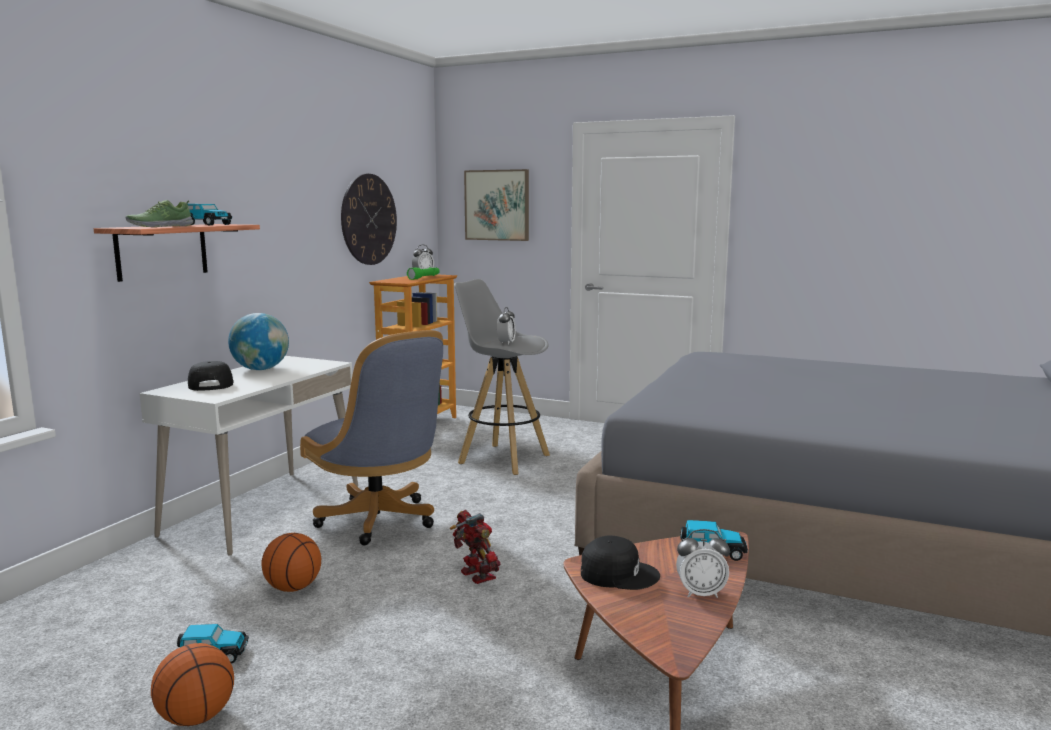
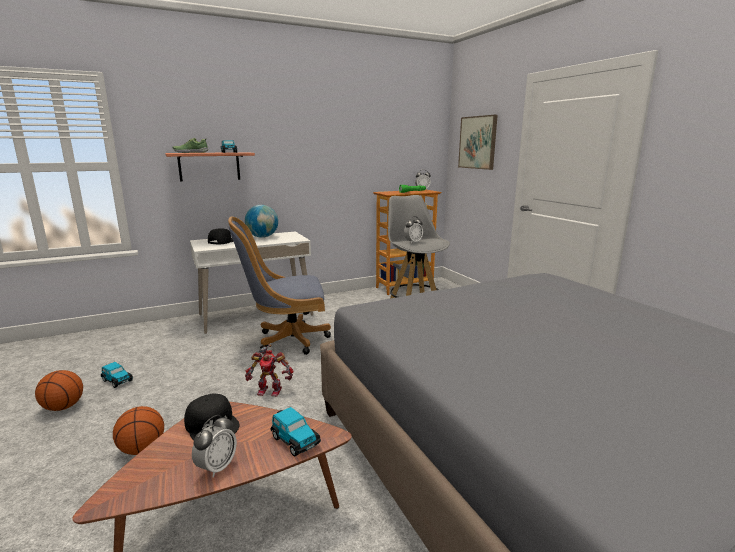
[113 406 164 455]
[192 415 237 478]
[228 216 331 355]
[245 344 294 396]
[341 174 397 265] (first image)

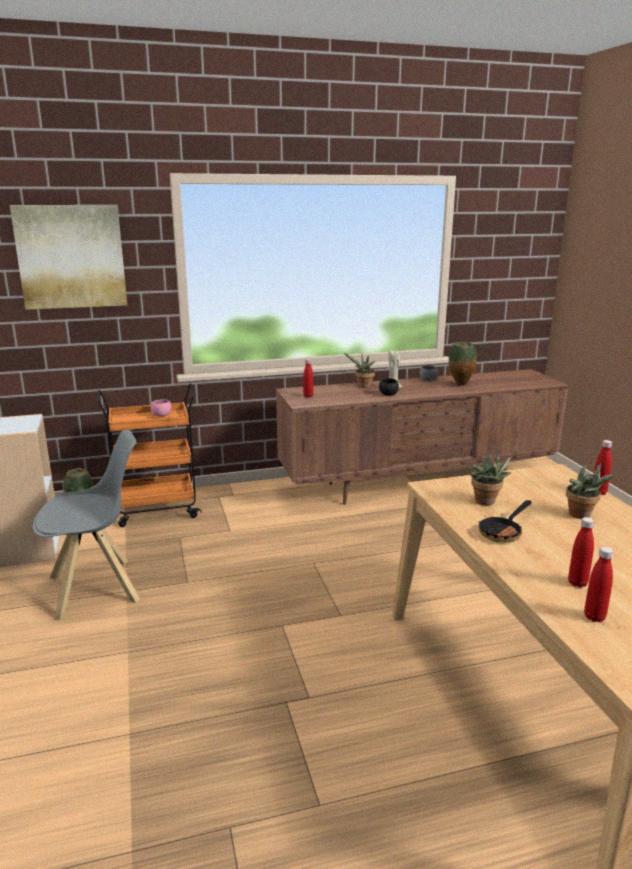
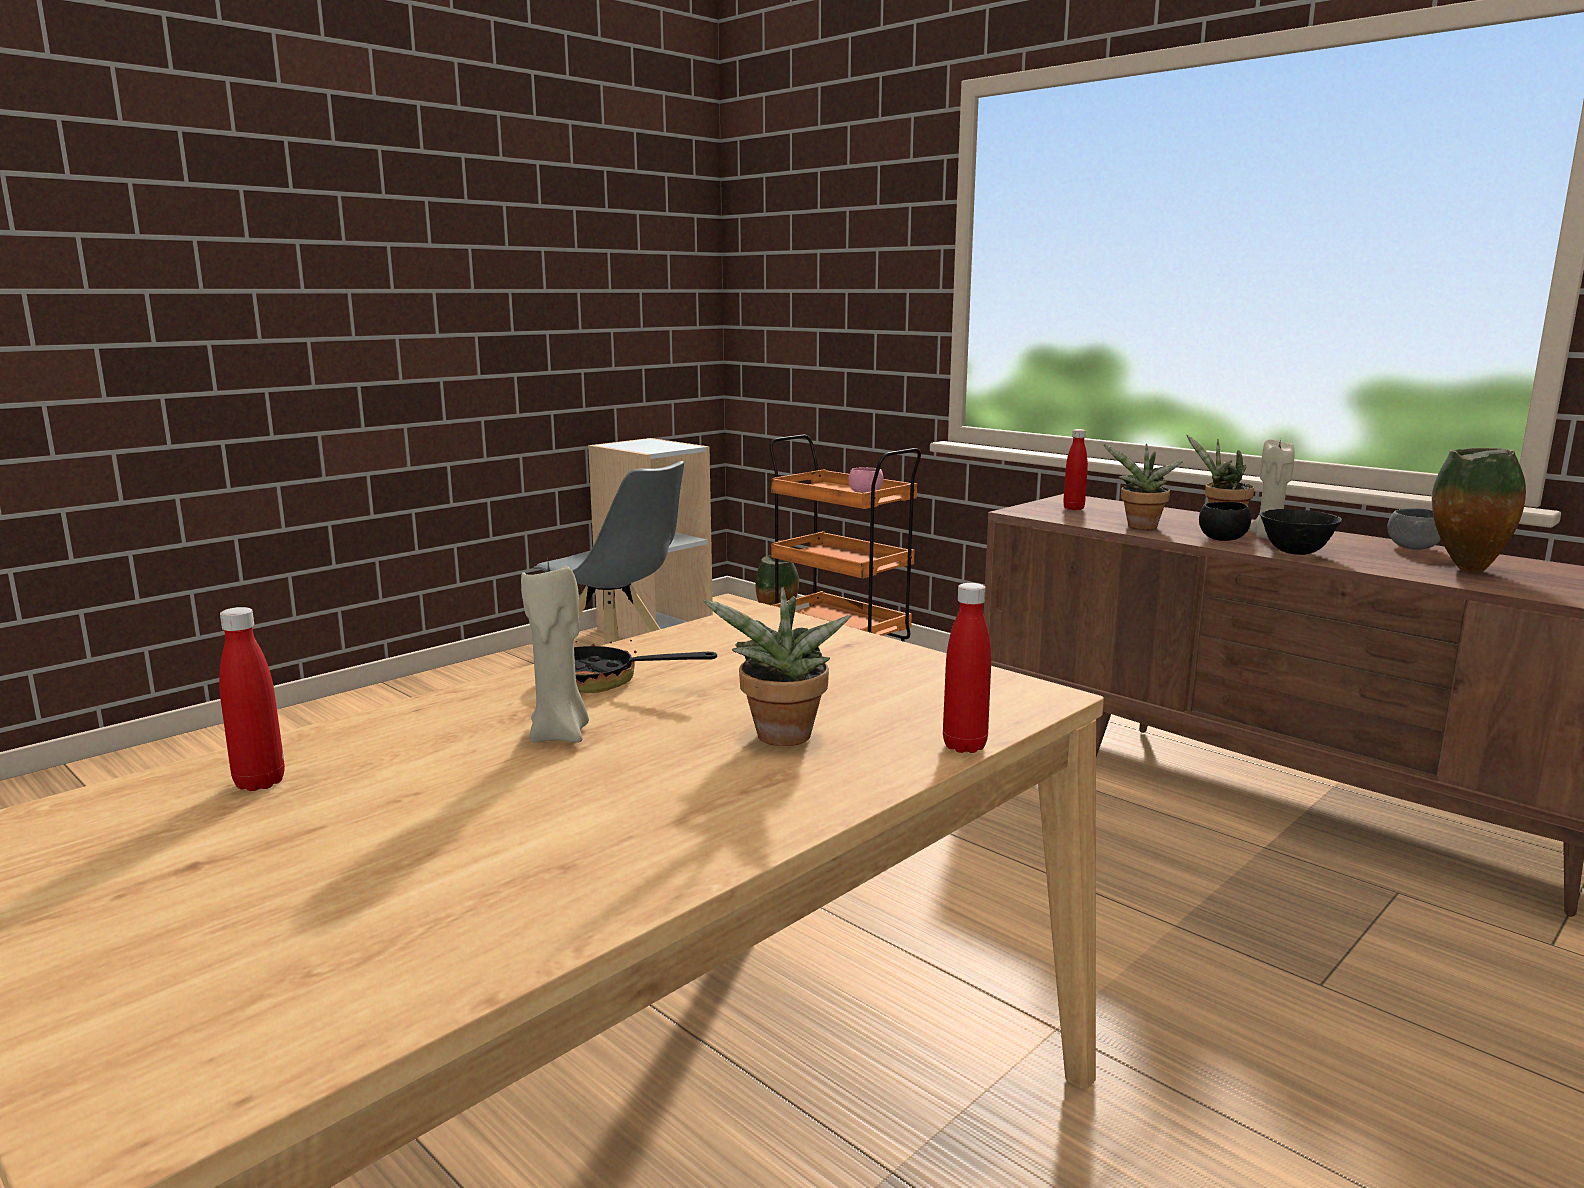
[521 562 589 743]
[1103 444 1182 529]
[1260 509 1342 555]
[10 205 127 310] (first image)
[568 517 594 588] (first image)

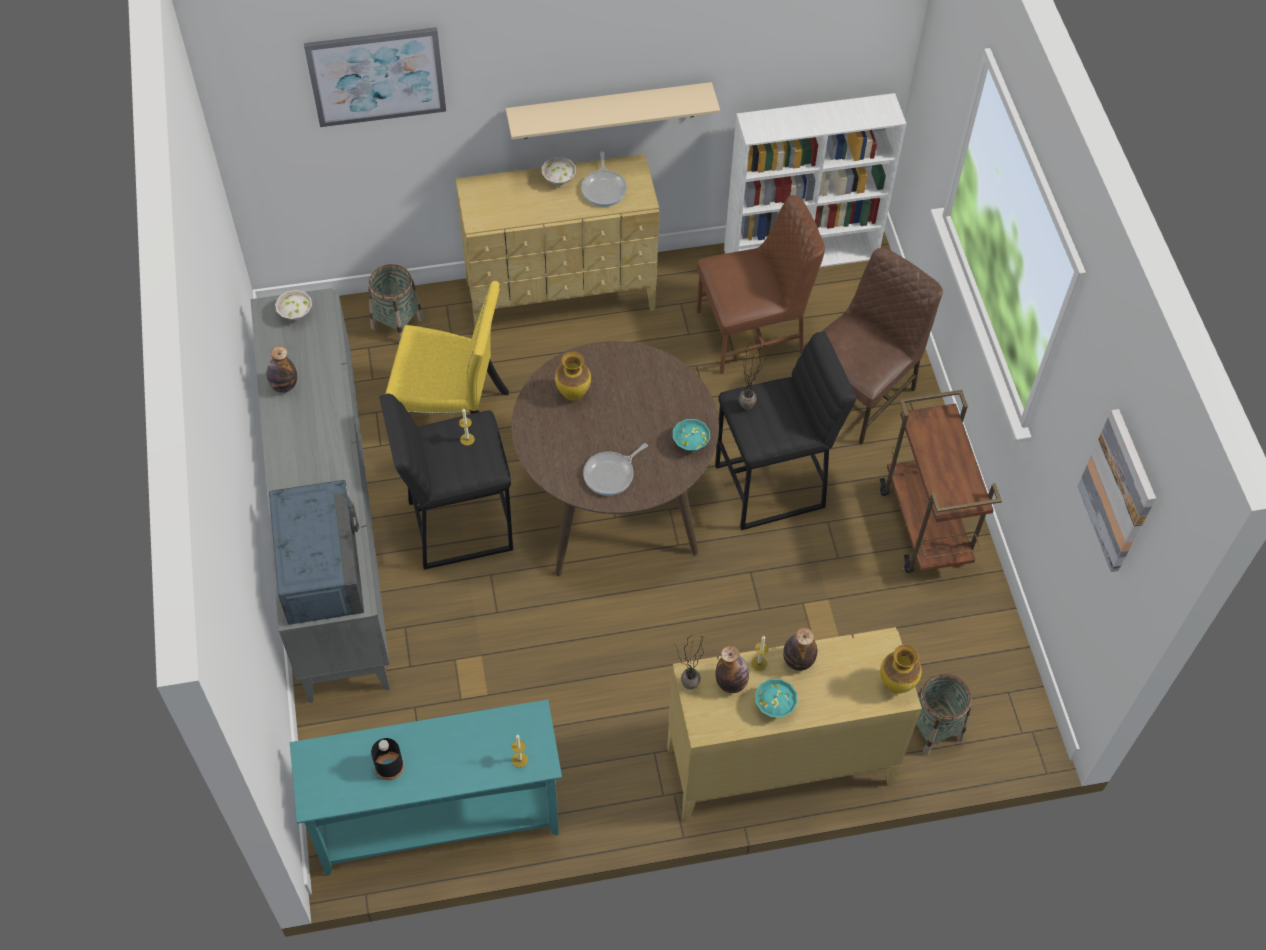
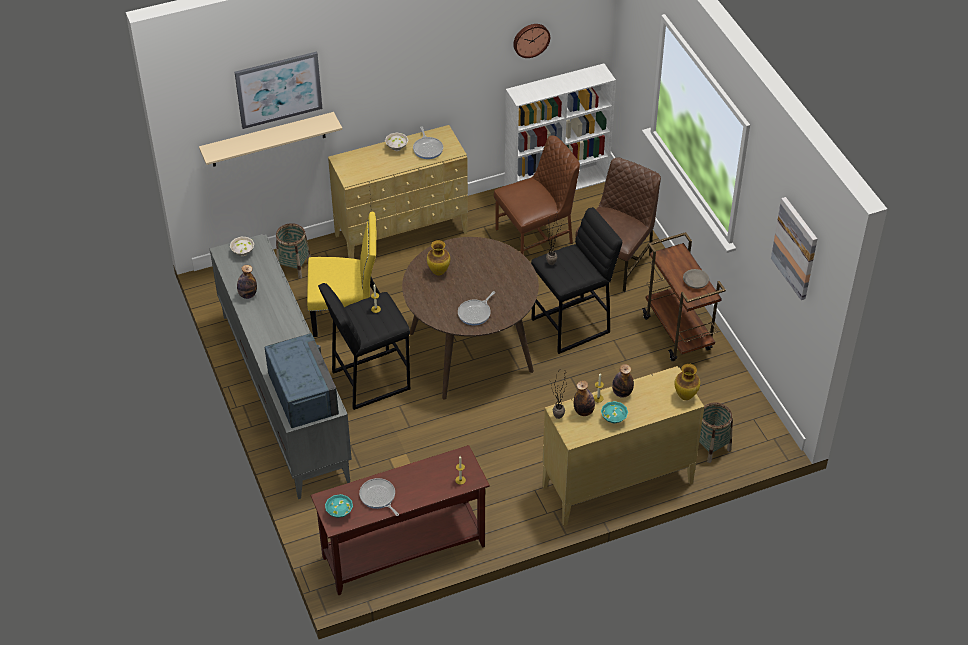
[199 112 342 167]
[311 445 490 595]
[325 494 353 518]
[359 478 399 516]
[513 24 550 58]
[683 269 709 289]

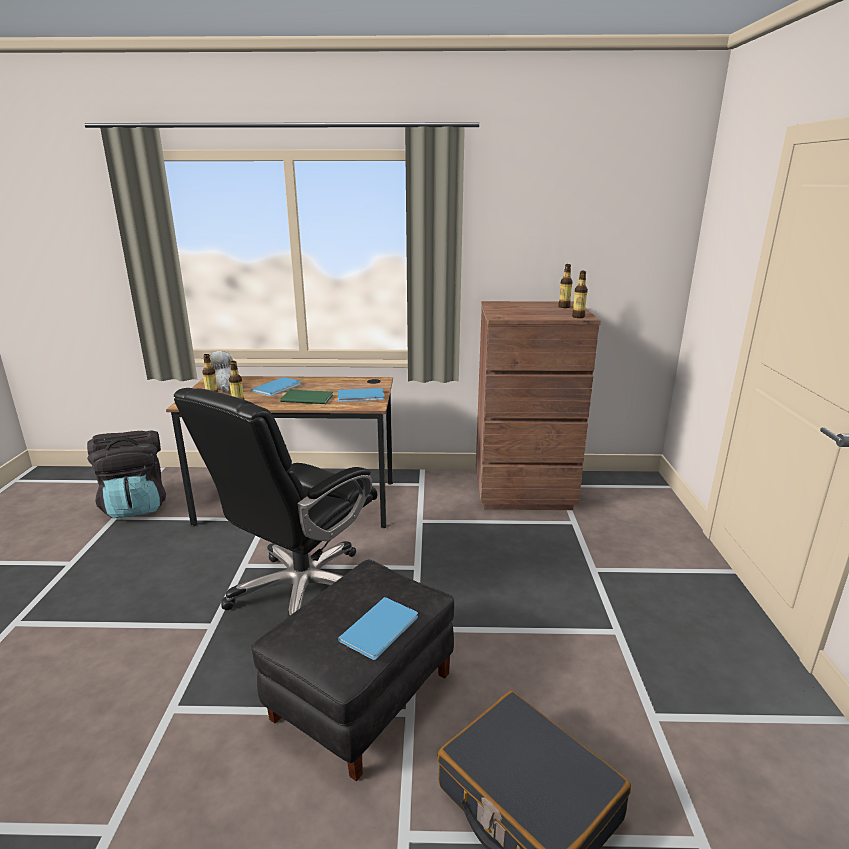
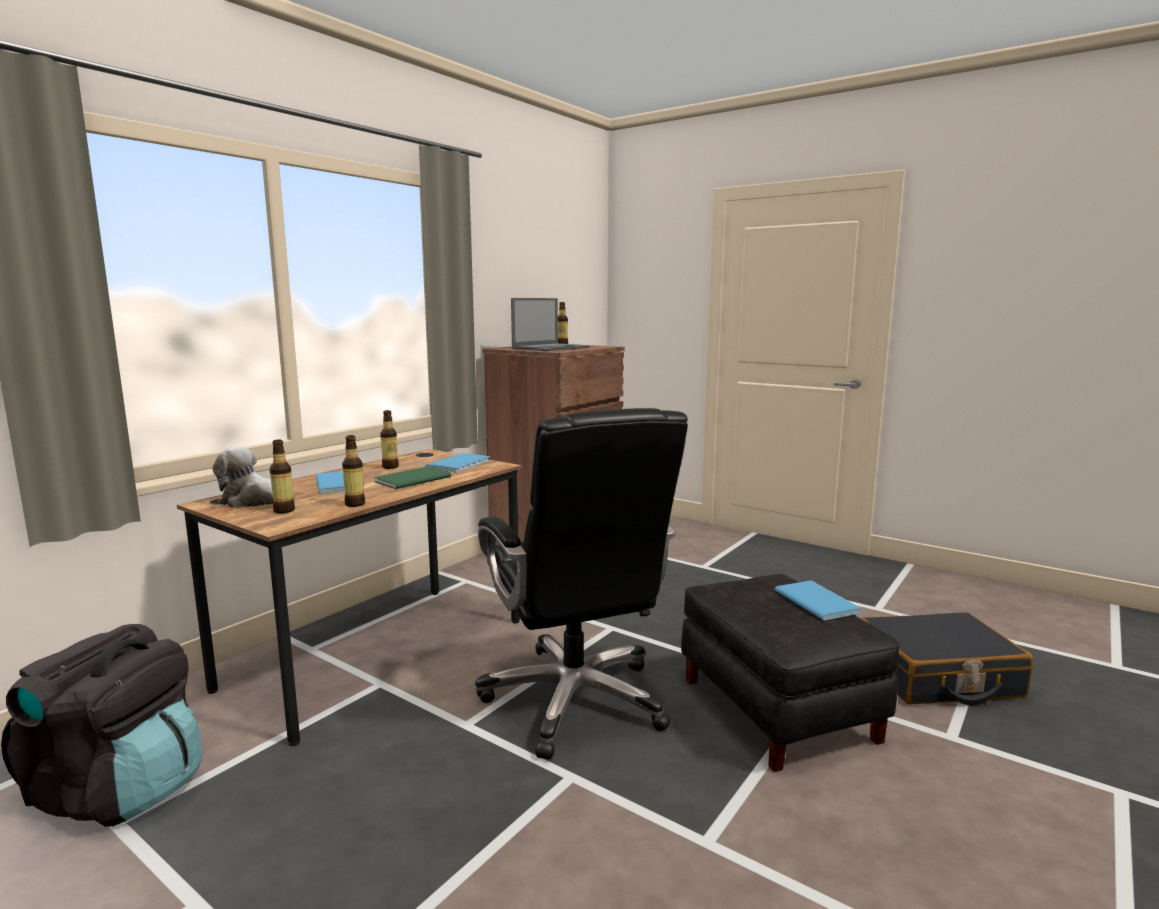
[380 410 399 469]
[511 298 590 351]

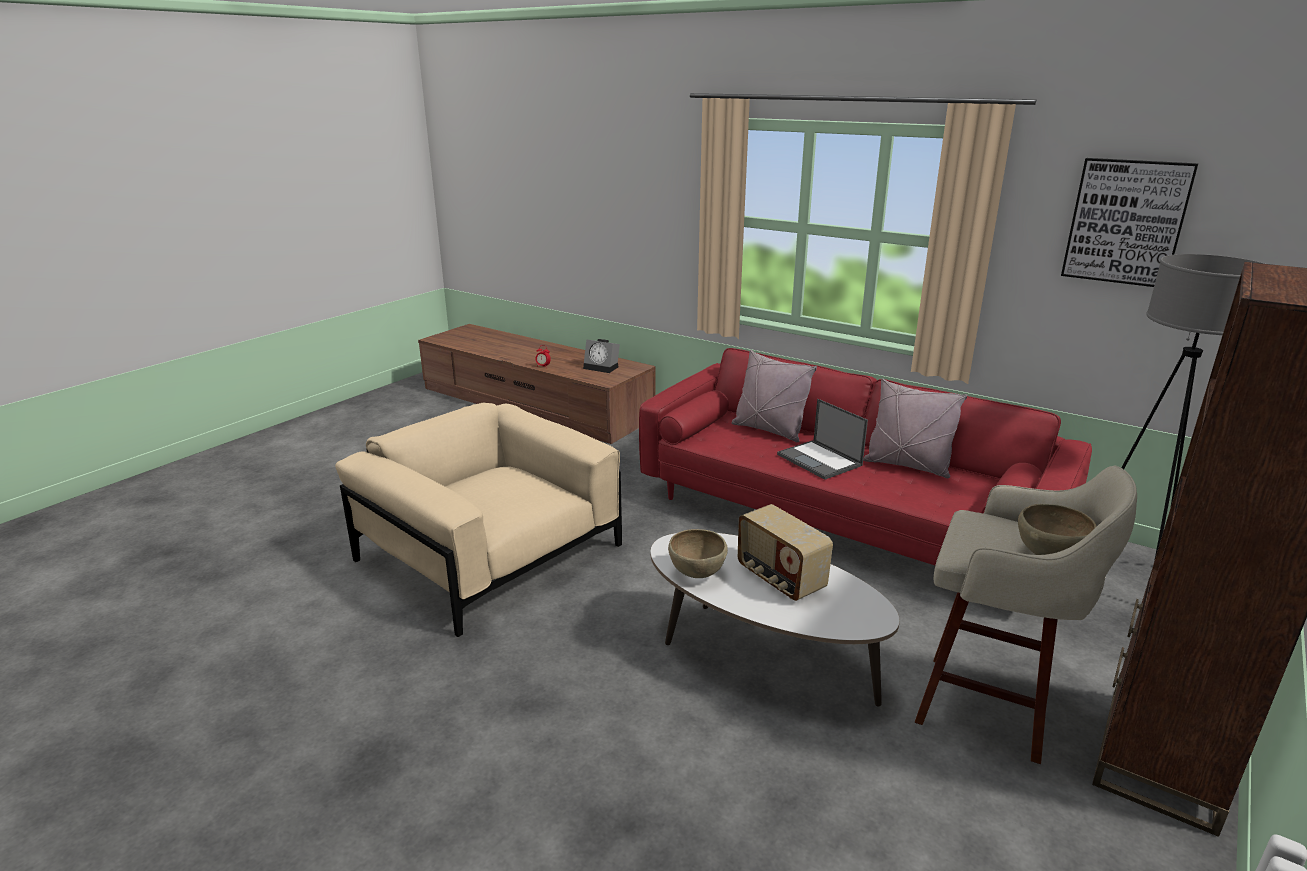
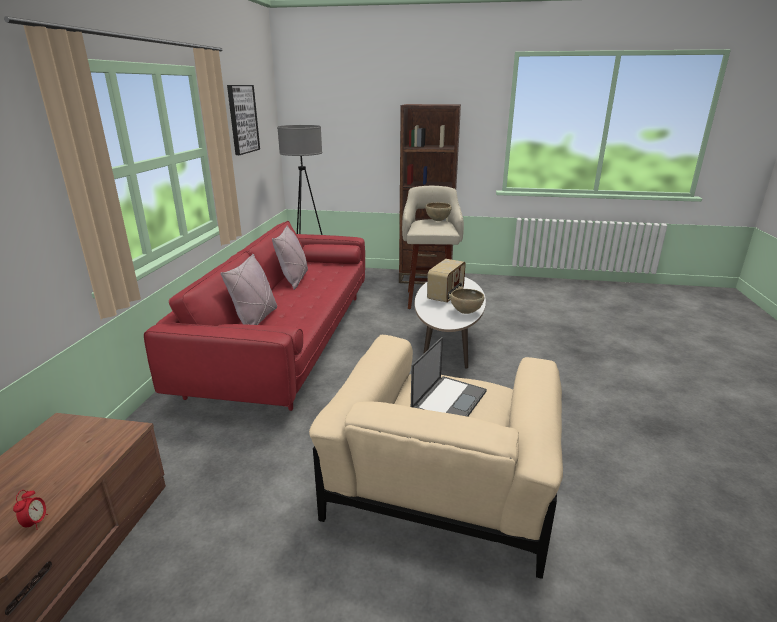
[411 337 487 417]
[583 339 620 373] (first image)

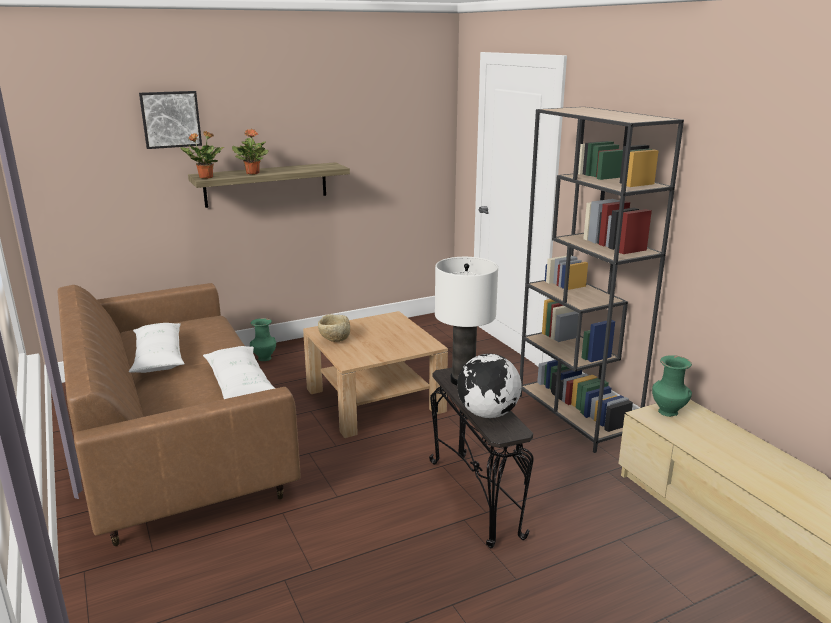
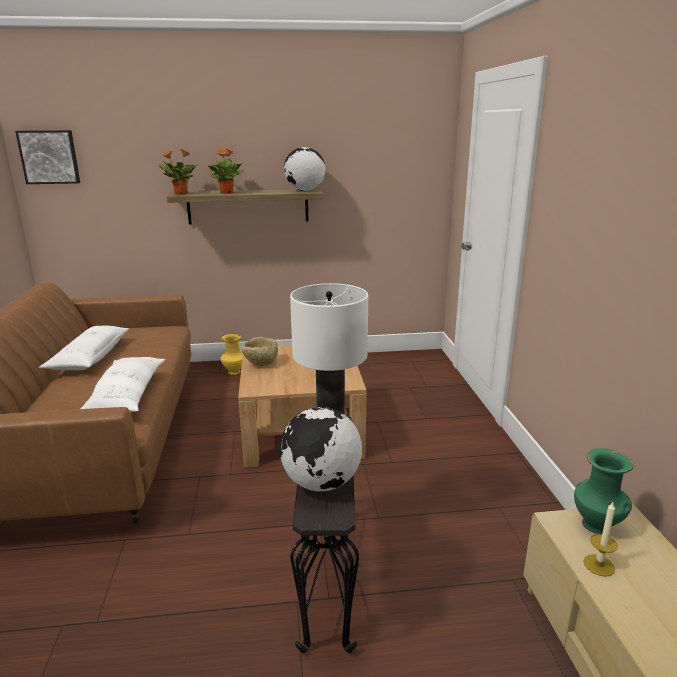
[15 130 80 184]
[220 334 243 375]
[284 147 325 191]
[583 502 618 577]
[520 107 684 453] (first image)

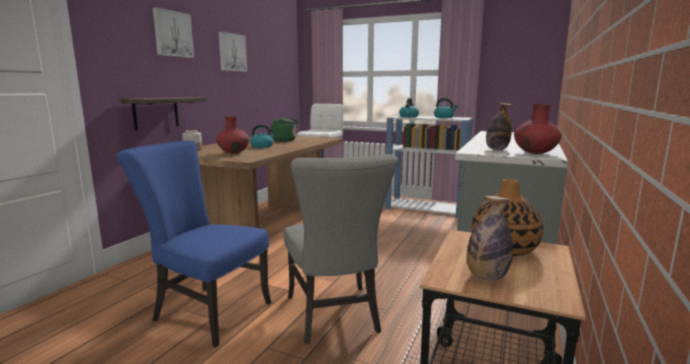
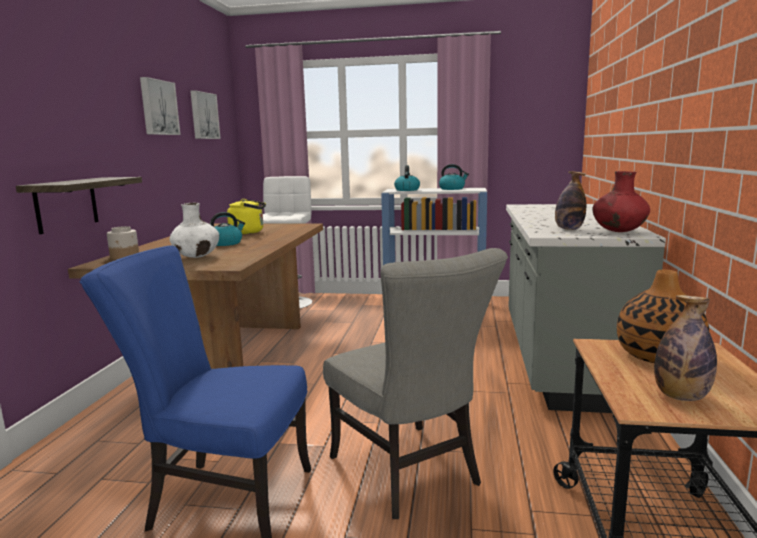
[170 203 219 258]
[190 90 221 139]
[227 199 266 234]

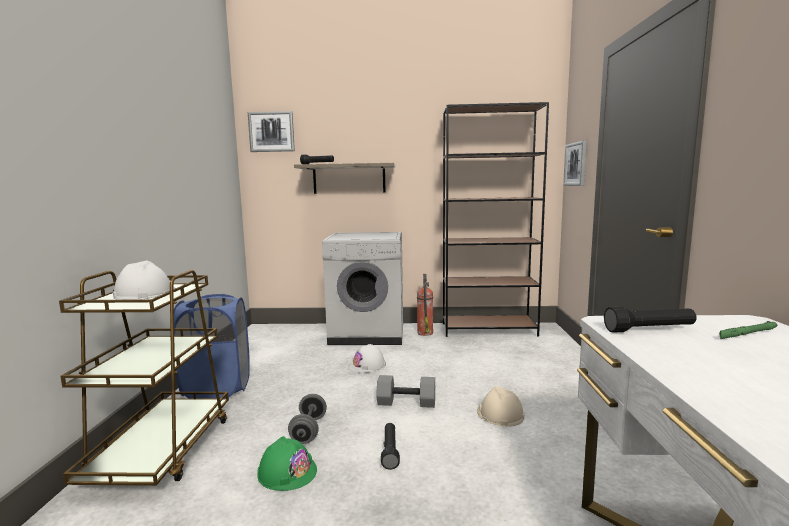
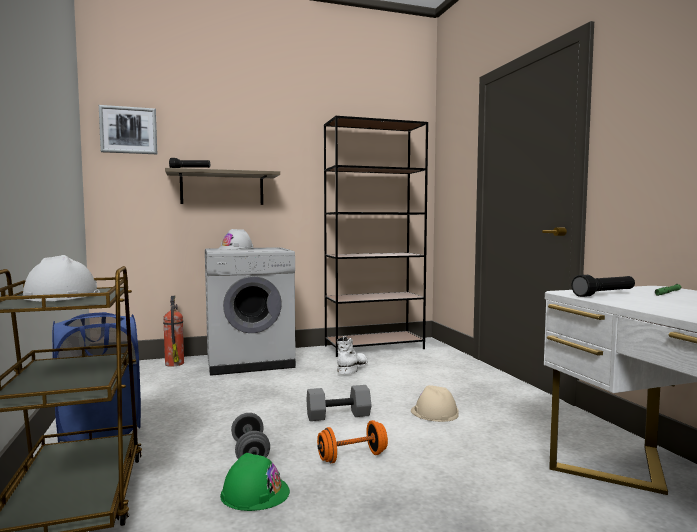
[163 296 184 367]
[218 229 253 250]
[317 420 388 463]
[337 336 368 374]
[563 140 587 186] (first image)

